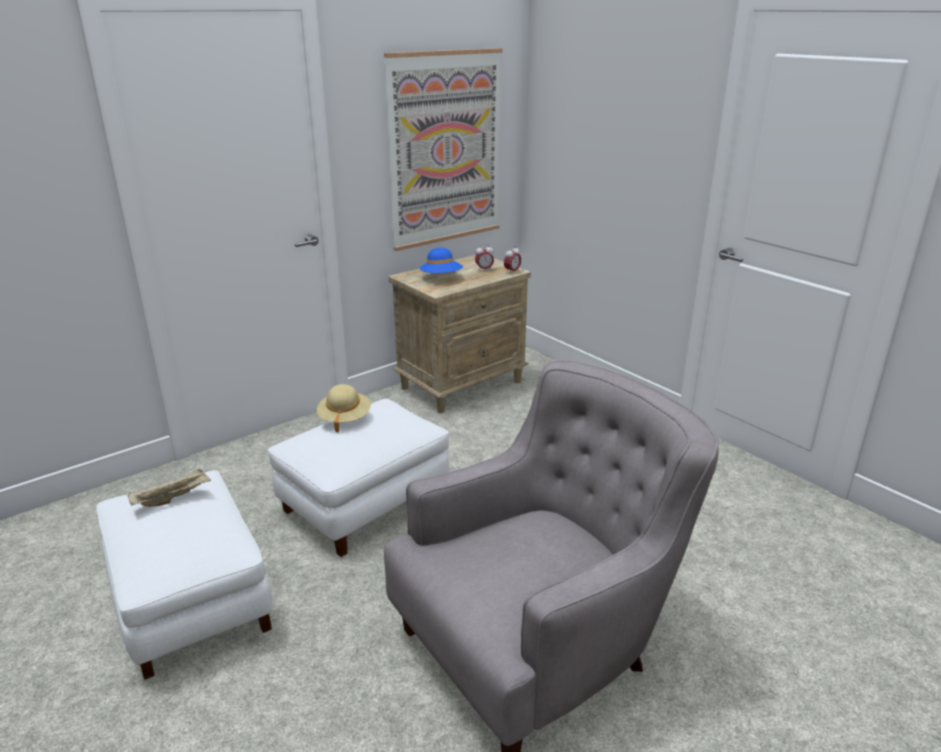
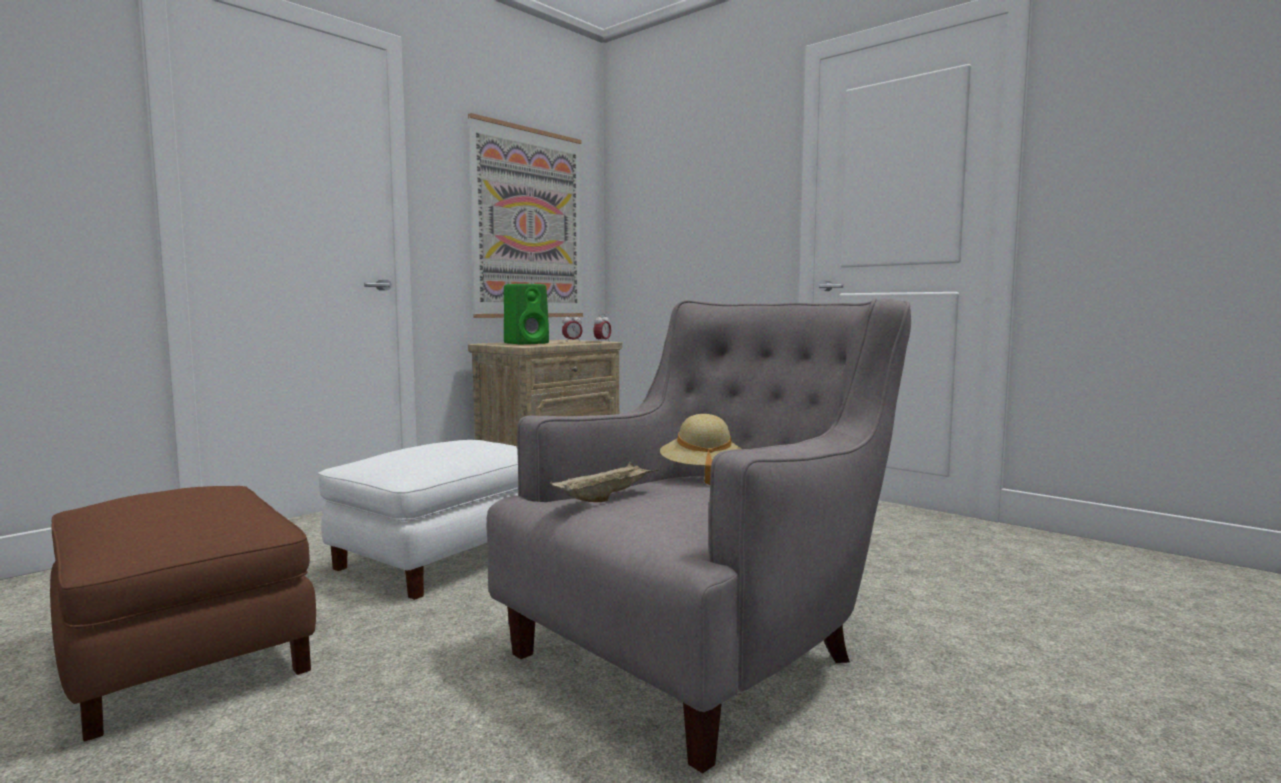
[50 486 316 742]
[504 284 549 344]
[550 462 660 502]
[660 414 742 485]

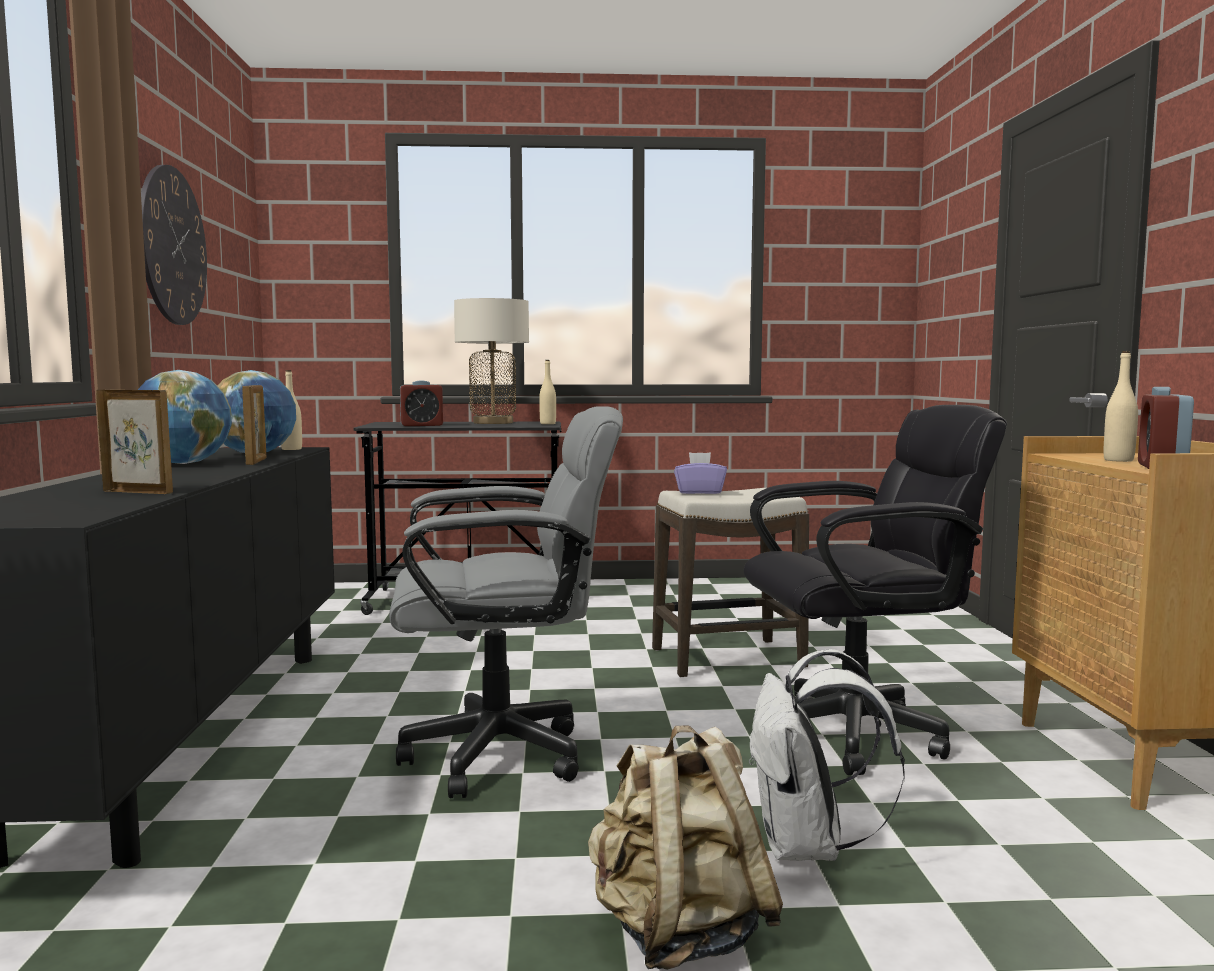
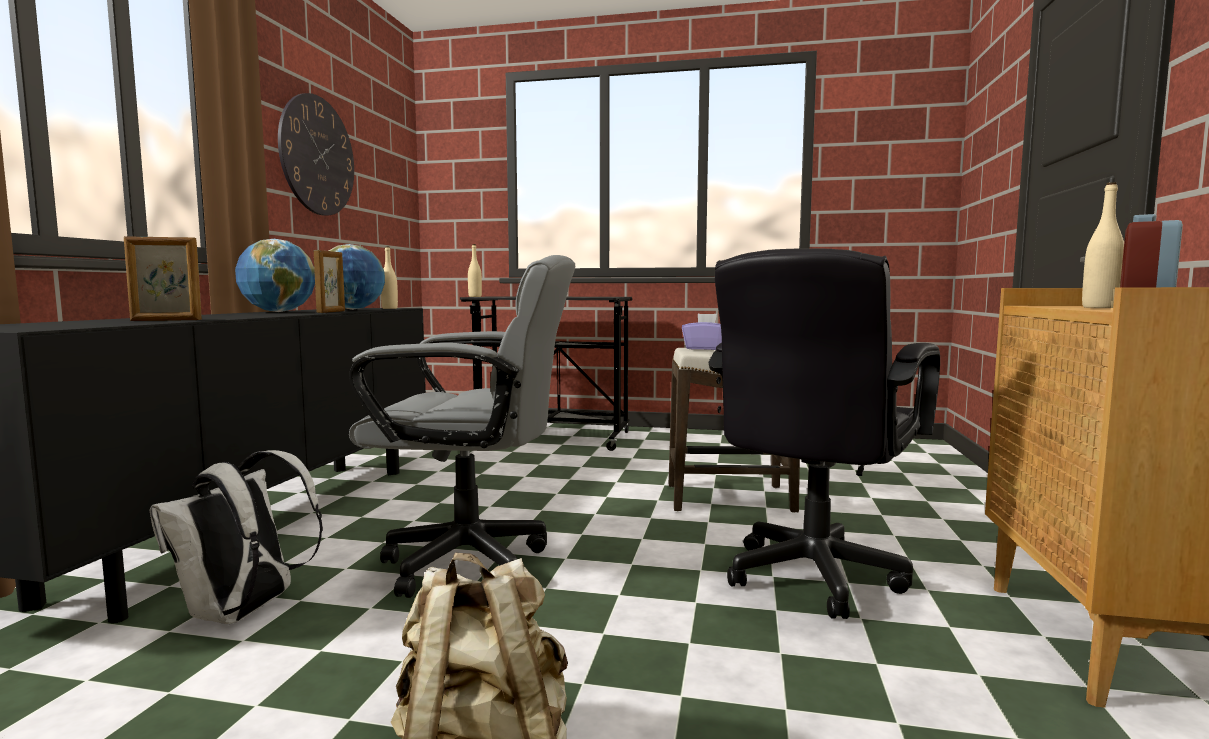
[124 236 202 321]
[149 450 323 624]
[468 244 482 297]
[709 249 940 619]
[400 380 443 426] (first image)
[454 298 529 424] (first image)

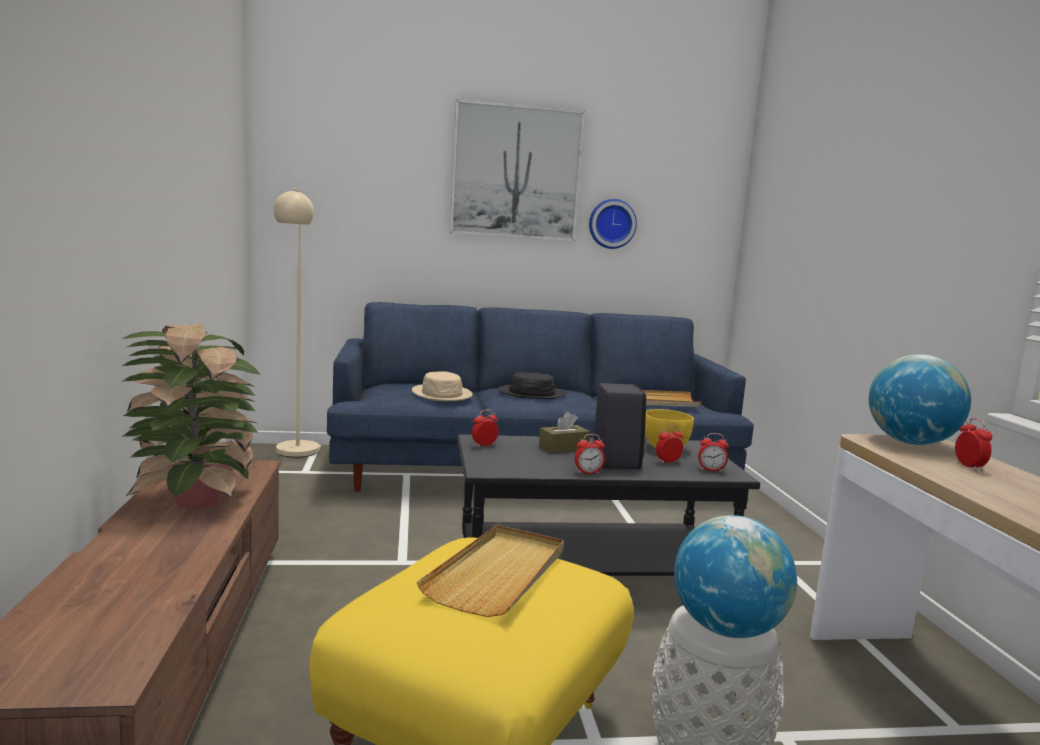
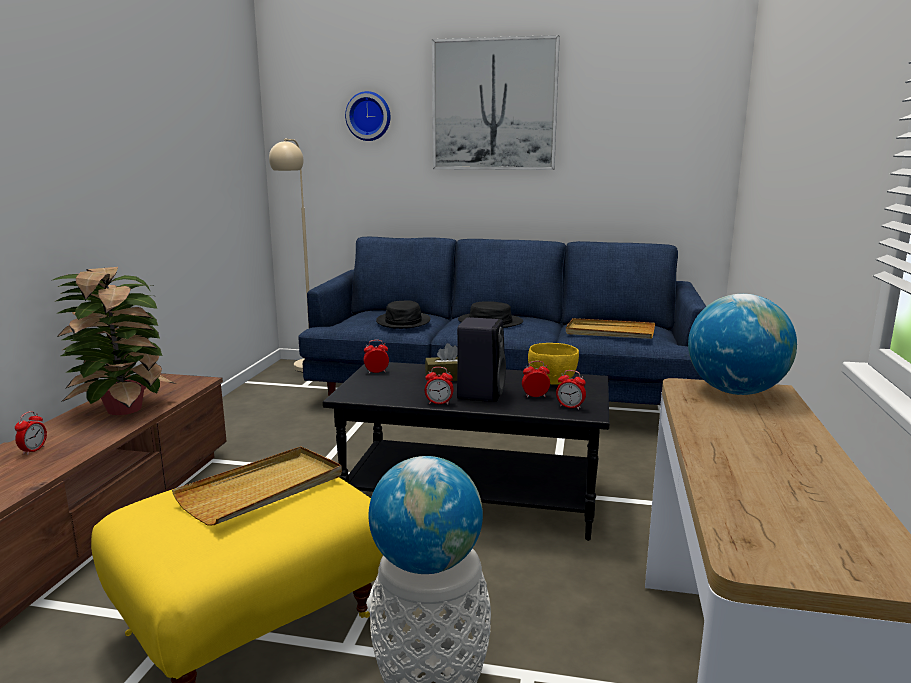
[15 411 47 455]
[345 91 390 141]
[376 300 431 329]

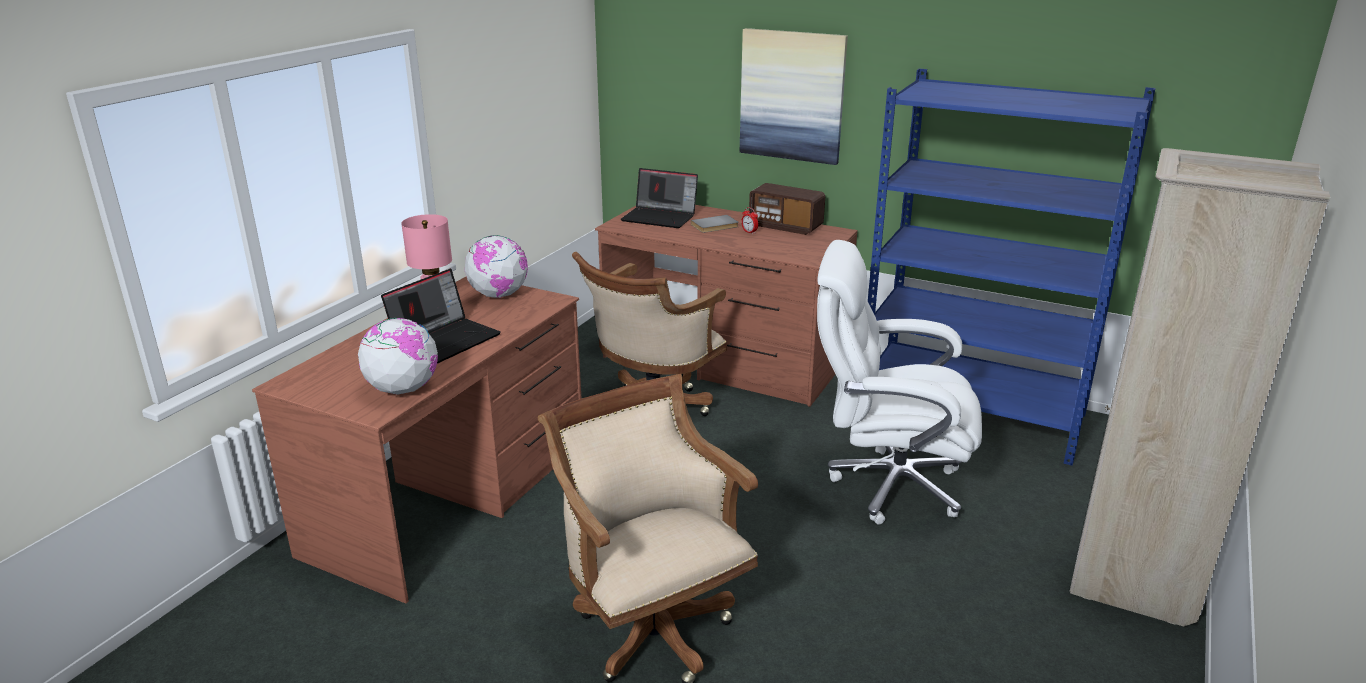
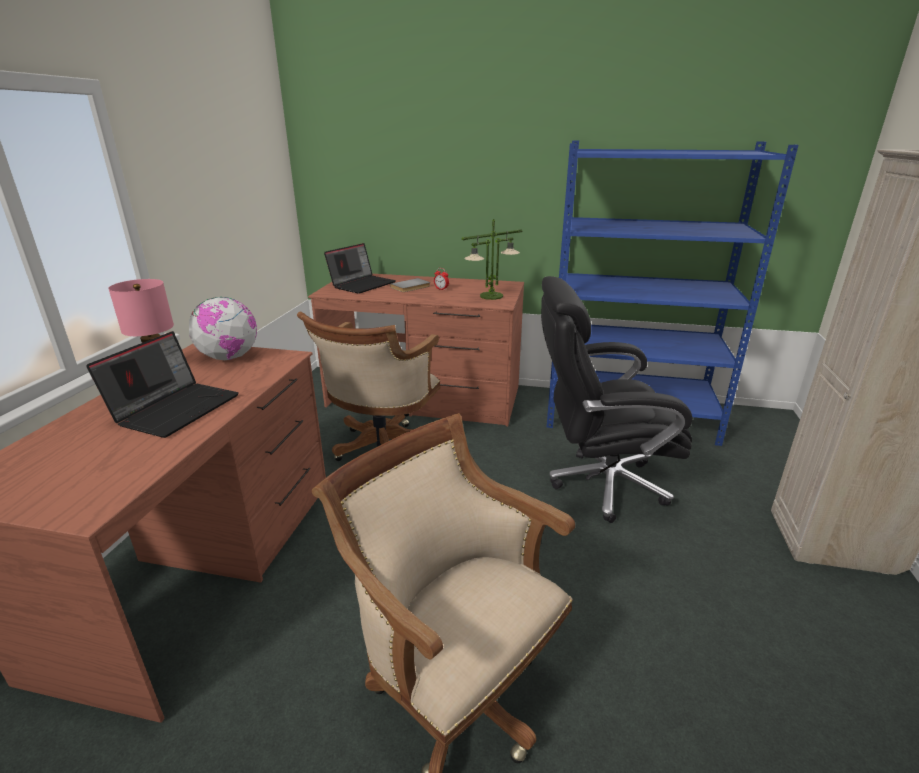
[324 243 396 294]
[461 219 522 300]
[541 276 692 523]
[358 318 438 395] (first image)
[740 28 848 165] (first image)
[749 183 825 235] (first image)

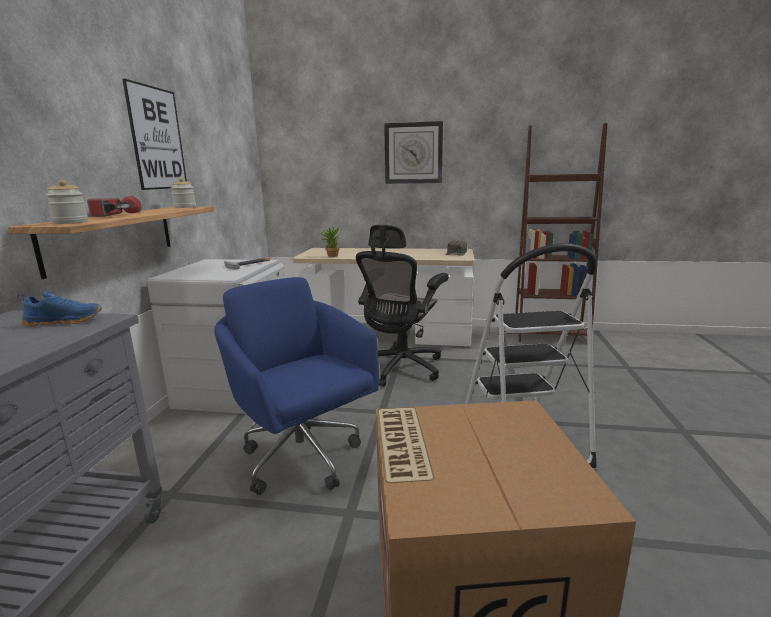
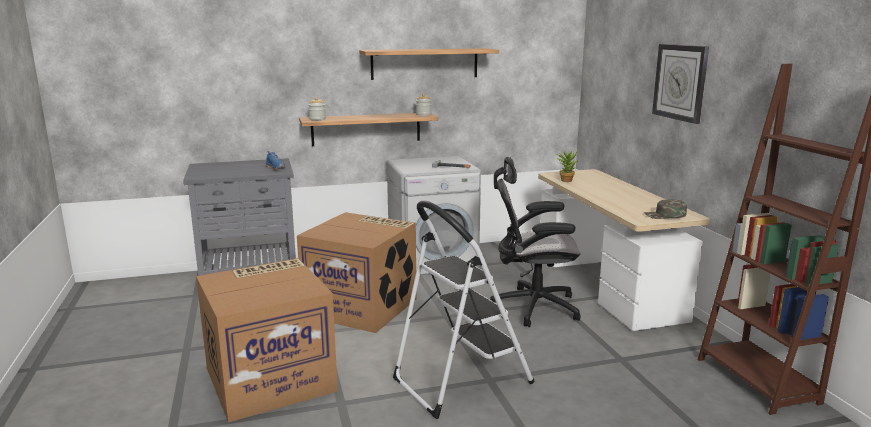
[297 212 417 333]
[359 48 499 80]
[87 196 143 217] (first image)

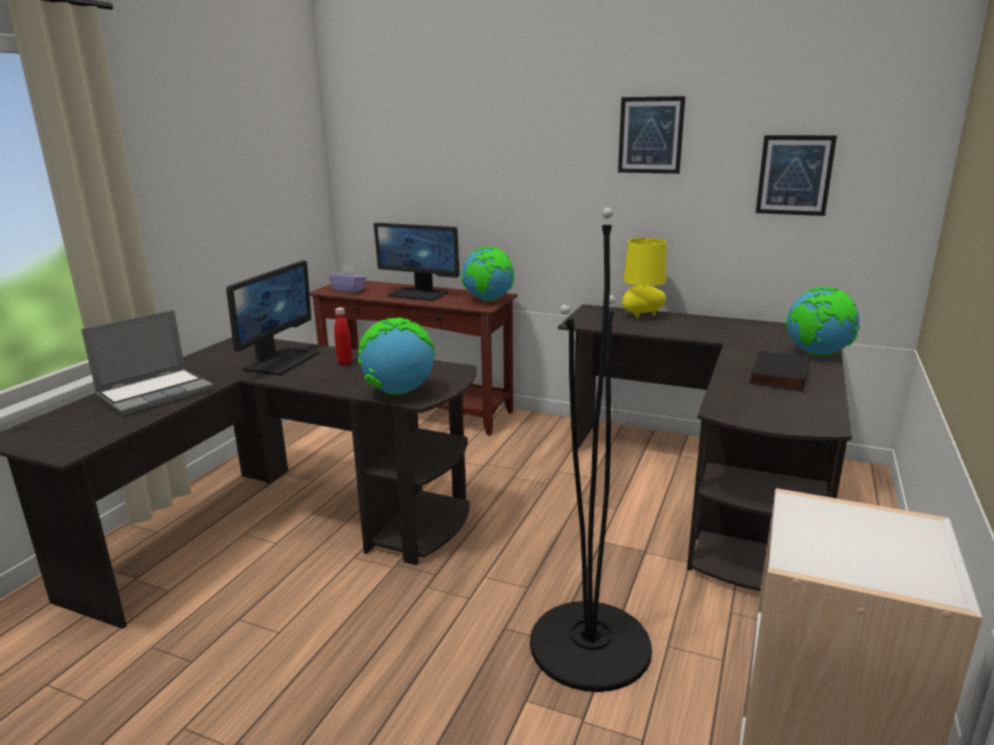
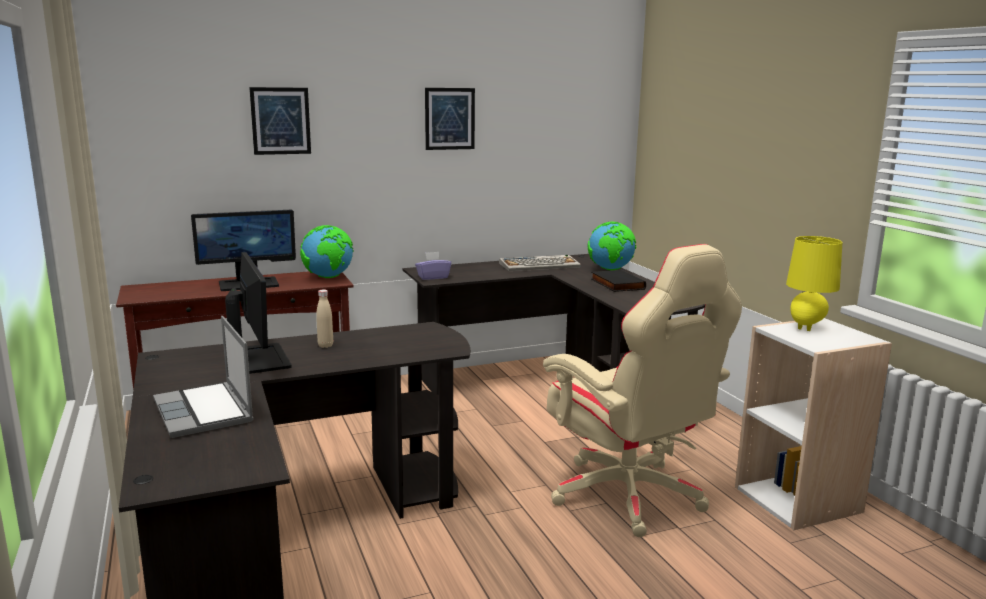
[153 316 253 438]
[249 87 311 155]
[316 289 333 348]
[415 252 451 280]
[499 255 580 271]
[543 244 742 537]
[786 236 843 331]
[358 318 435 395] (first image)

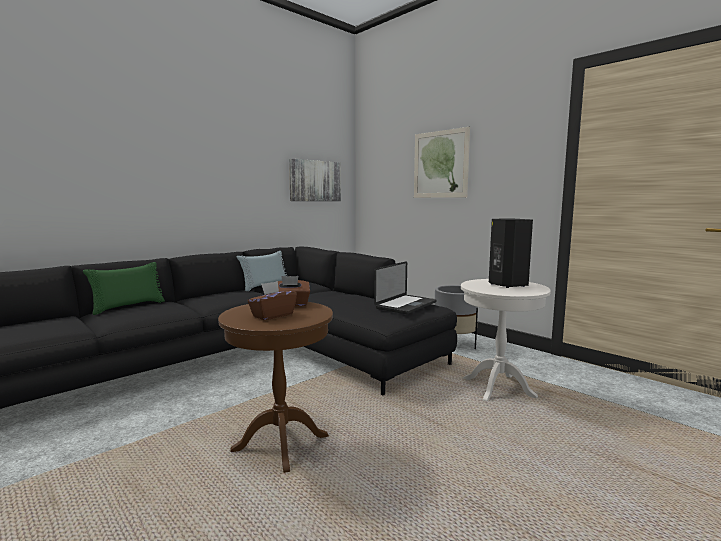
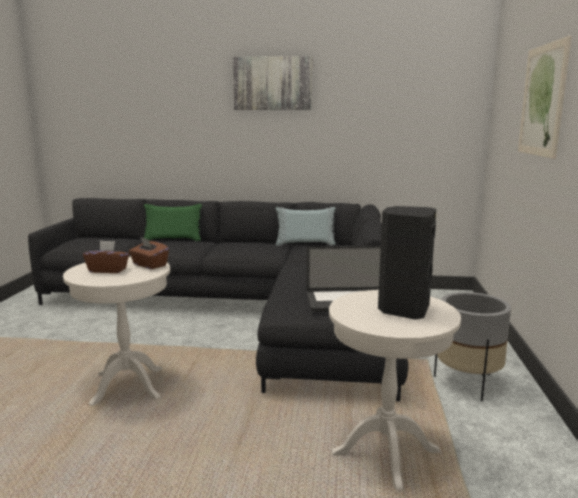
[63 257 170 406]
[233 56 312 110]

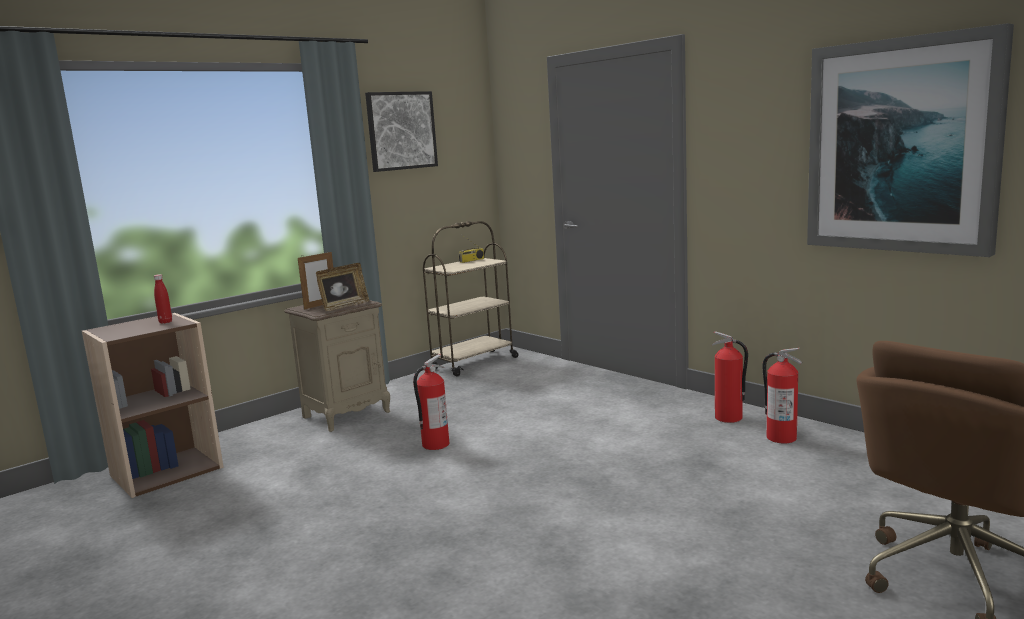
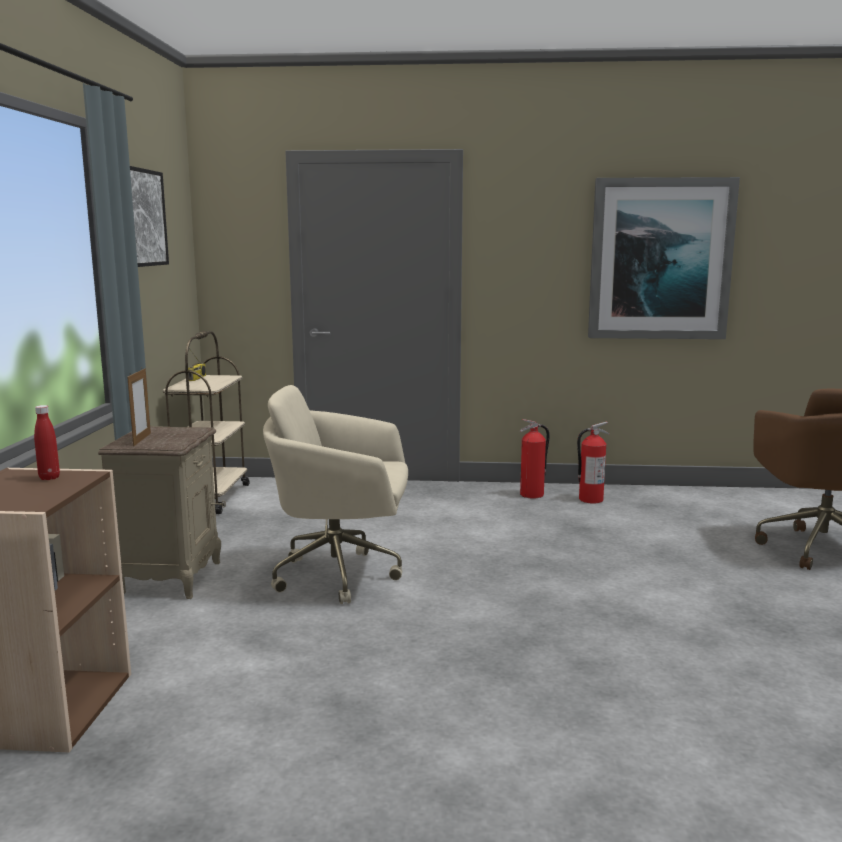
[263 385 408 604]
[316 263 370 311] (first image)

